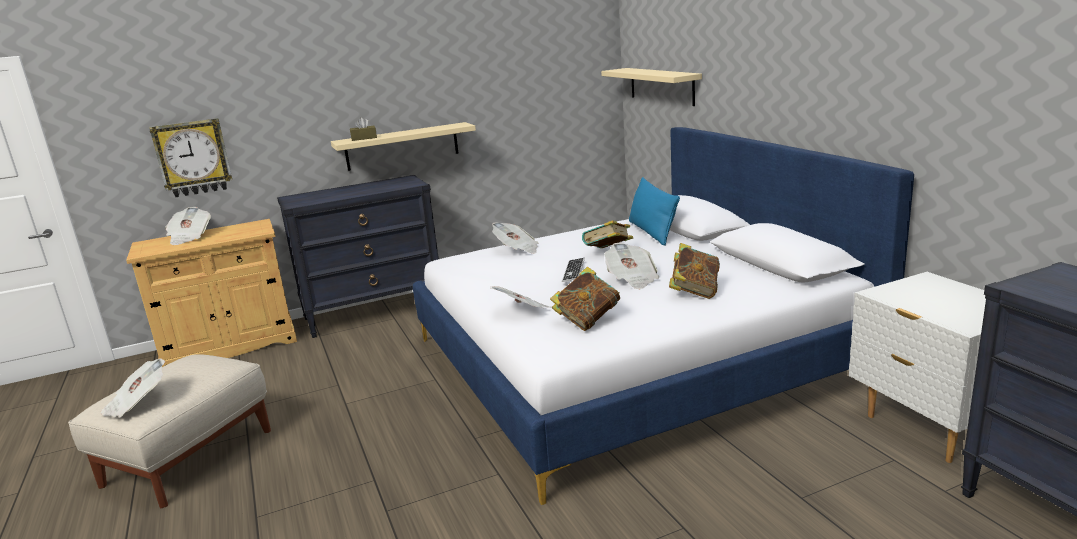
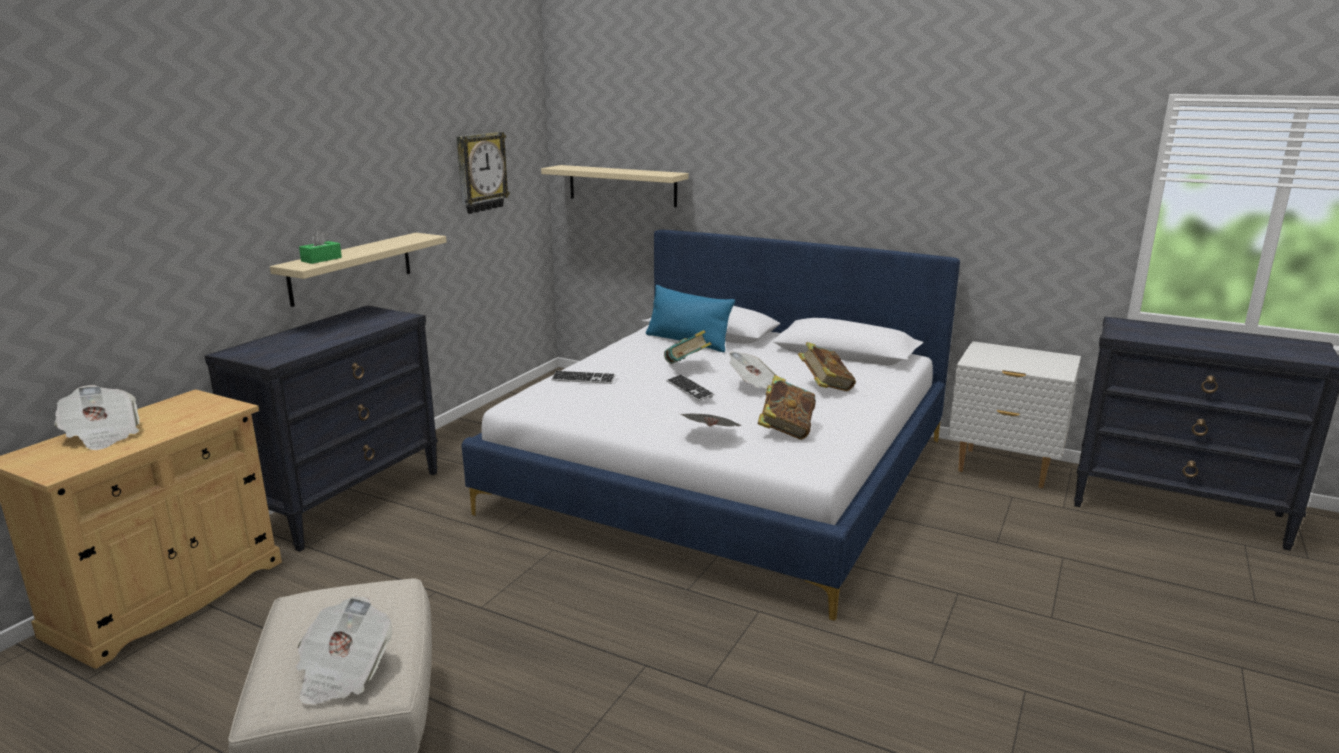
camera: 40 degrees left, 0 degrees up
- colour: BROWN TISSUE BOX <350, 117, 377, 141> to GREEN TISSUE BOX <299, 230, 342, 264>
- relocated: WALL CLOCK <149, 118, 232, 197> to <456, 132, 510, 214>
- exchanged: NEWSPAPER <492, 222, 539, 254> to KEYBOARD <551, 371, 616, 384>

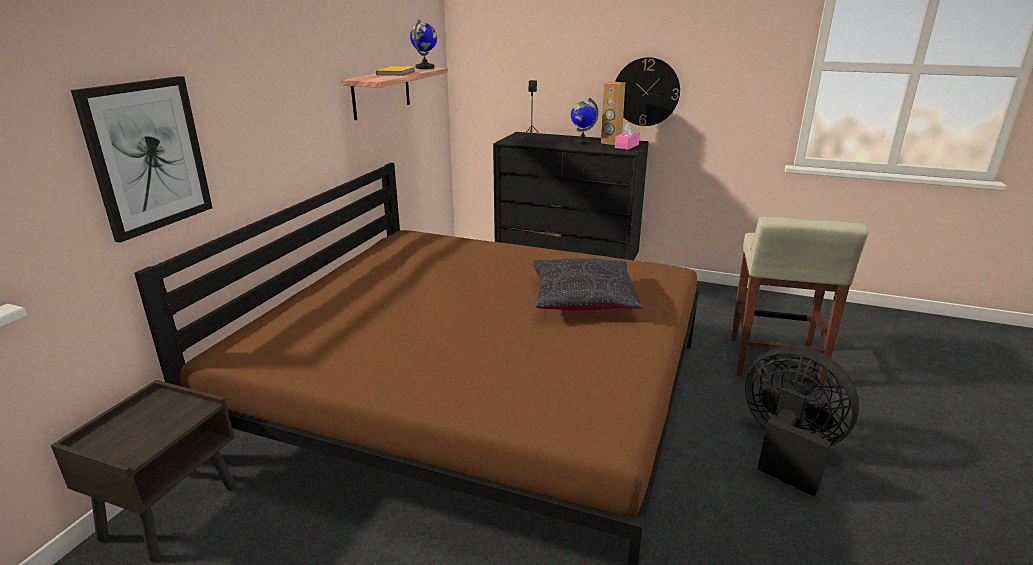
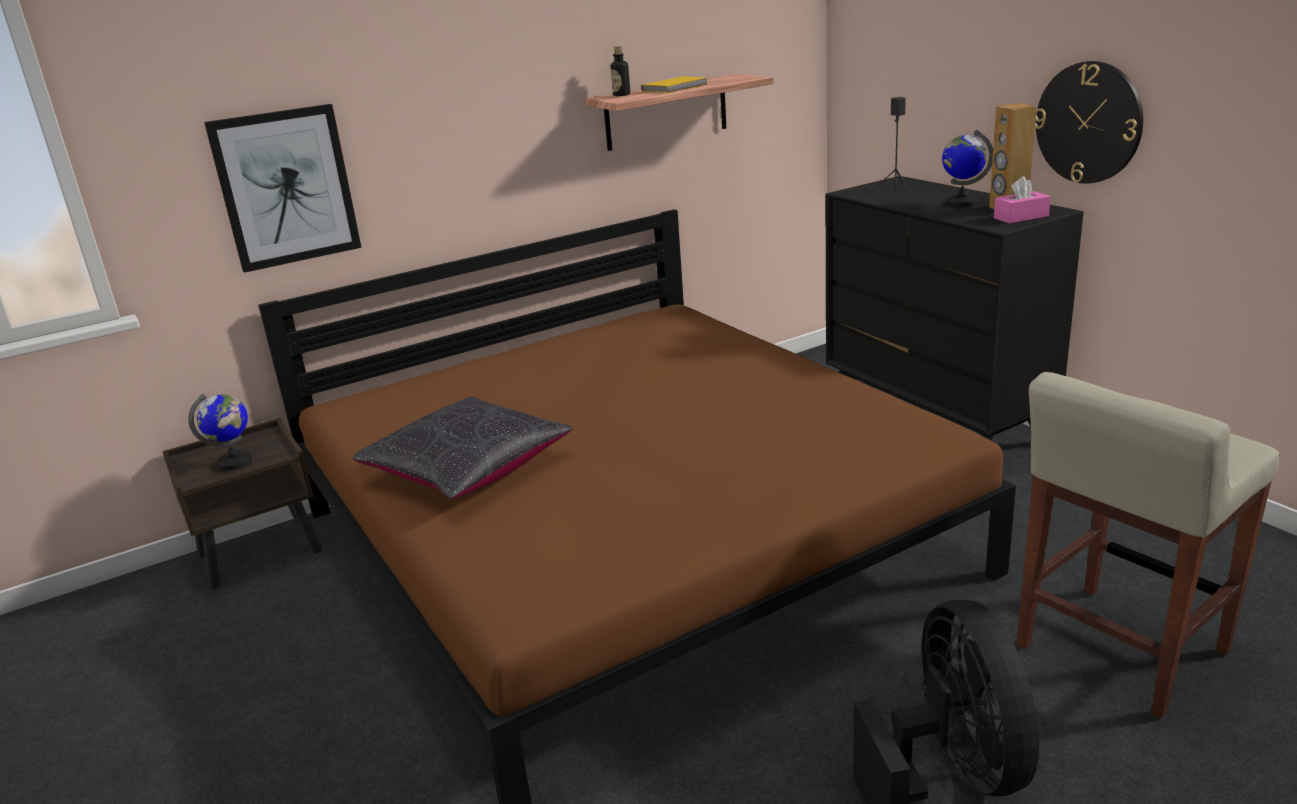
camera: 40 degrees right, 0 degrees up
- relocated: GLOBE <410, 19, 437, 69> to <188, 394, 252, 471>
- relocated: BLACK PILLOW <533, 258, 643, 311> to <352, 397, 573, 499>
- appeared: BOTTLE <611, 46, 630, 96>

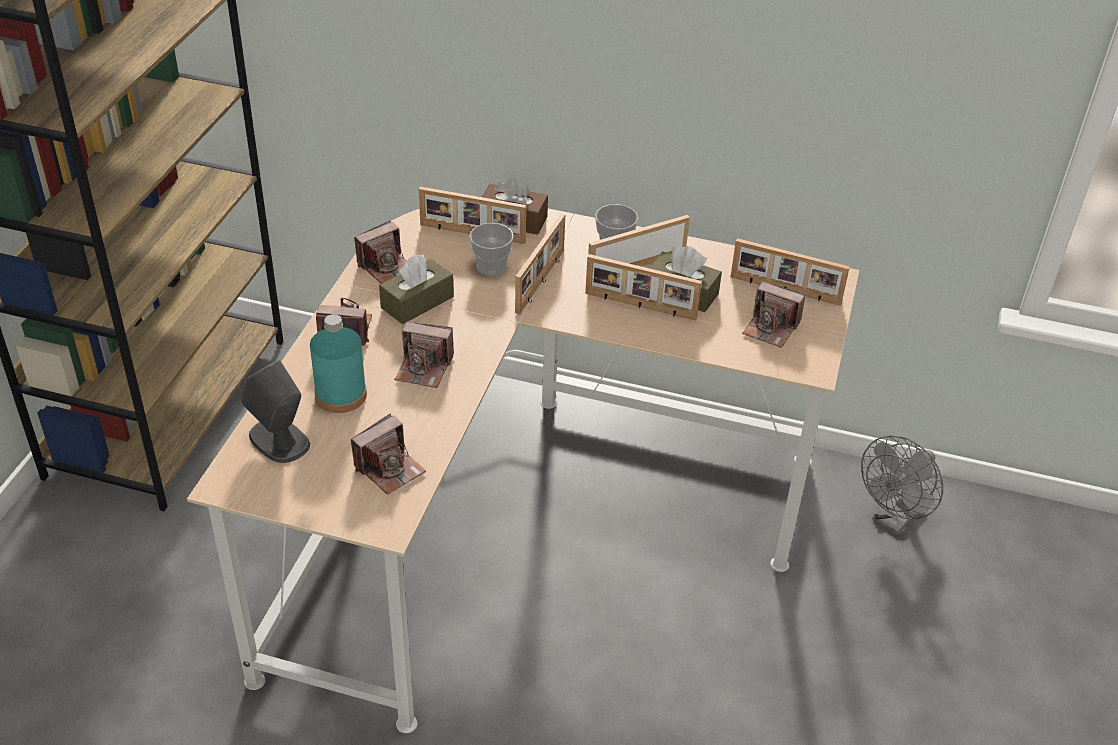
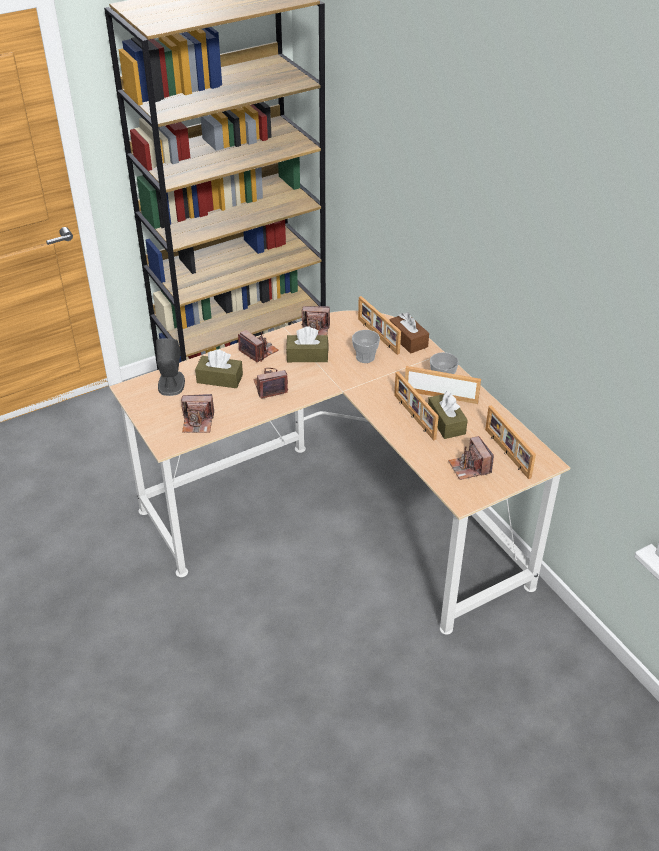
camera: 45 degrees right, 0 degrees up
- exchanged: TURQUOISE BOTTLE <310, 314, 367, 413> to BROWN TISSUE BOX <195, 349, 243, 388>
- spun: PHOTO CAMERA <394, 322, 454, 388> = <253, 368, 288, 399> 105 degrees clockwise
- missing: PICTURE FRAME <515, 213, 565, 315>
- missing: GREY FAN <861, 435, 943, 535>

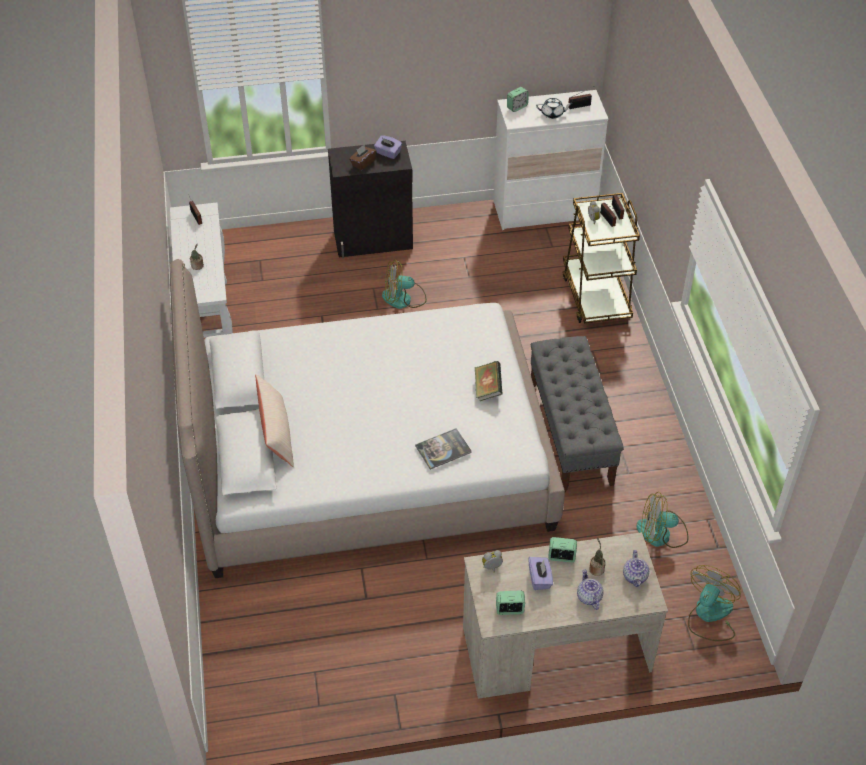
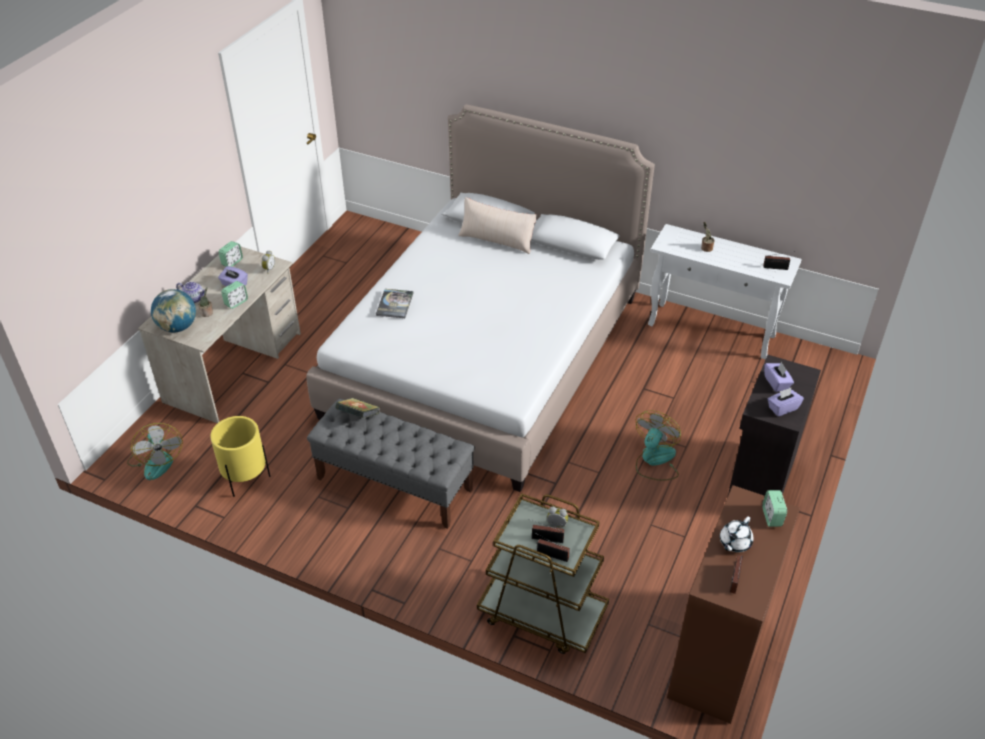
camera: 125 degrees right, 5 degrees down
- exchanged: TEAPOT <623, 550, 649, 587> to GLOBE <151, 289, 196, 333>
- exchanged: FAN <636, 492, 688, 548> to YELLOW PLANTER <210, 416, 270, 497>
- relocated: BOOK <475, 361, 503, 401> to <335, 398, 380, 418>
- colour: WHITE DRESSER <493, 90, 608, 230> to BROWN DRESSER <667, 485, 800, 724>
- colour: BROWN TISSUE BOX <349, 145, 376, 170> to PURPLE TISSUE BOX <764, 362, 794, 392>

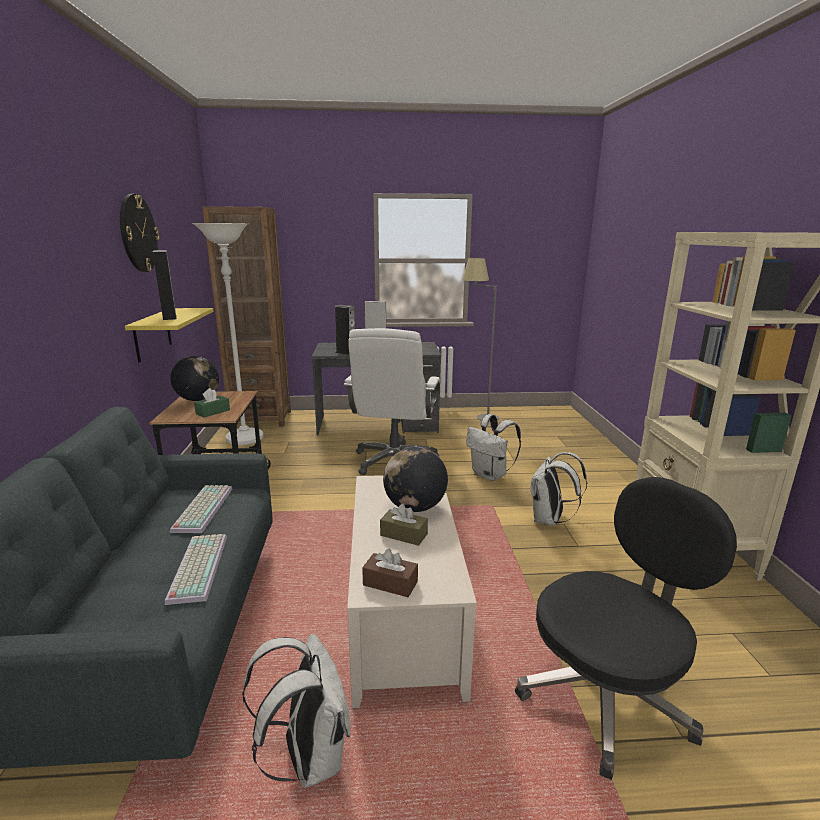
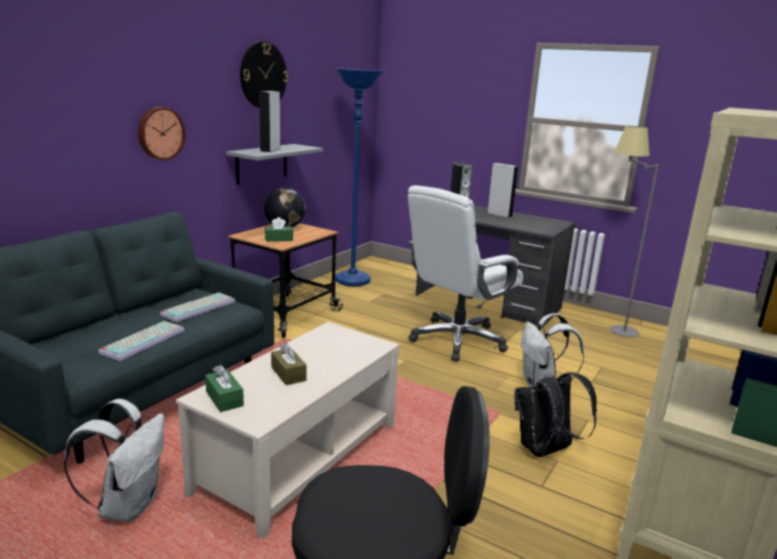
camera: 35 degrees right, 0 degrees up
- appeared: WALL CLOCK <138, 107, 185, 160>
- colour: BROWN TISSUE BOX <362, 549, 418, 597> to GREEN TISSUE BOX <205, 365, 244, 412>
- colour: YELLOW SHELF <125, 308, 214, 362> to GREY SHELF <226, 144, 323, 185>
- colour: WHITE FLOOR LAMP <192, 223, 263, 445> to BLUE FLOOR LAMP <334, 68, 385, 287>
- colour: WHITE BACKPACK <530, 452, 587, 526> to BLACK BACKPACK <514, 372, 597, 457>
- missing: BROWN BOOKCASE <203, 206, 291, 427>
- missing: GLOBE <383, 447, 448, 512>

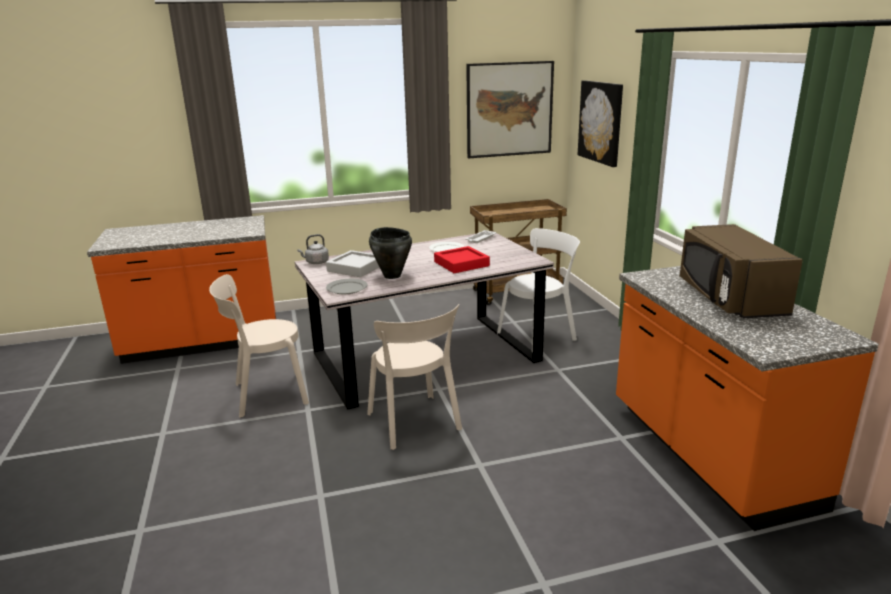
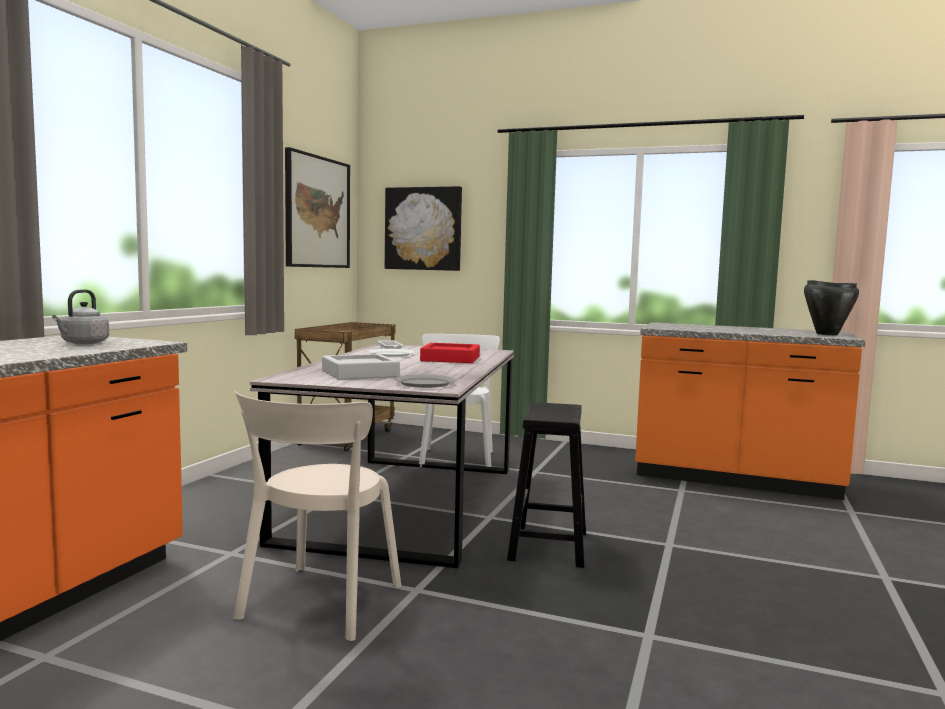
camera: 55 degrees left, 15 degrees down
- relocated: GREY KETTLE <297, 234, 329, 264> to <52, 289, 109, 344>
- exchanged: BEIGE CHAIR <367, 304, 462, 450> to BLACK STOOL <507, 402, 586, 568>
- relocated: BLACK COOKING POT <369, 227, 412, 279> to <804, 280, 859, 335>
- missing: BROWN MICROWAVE <680, 224, 803, 318>

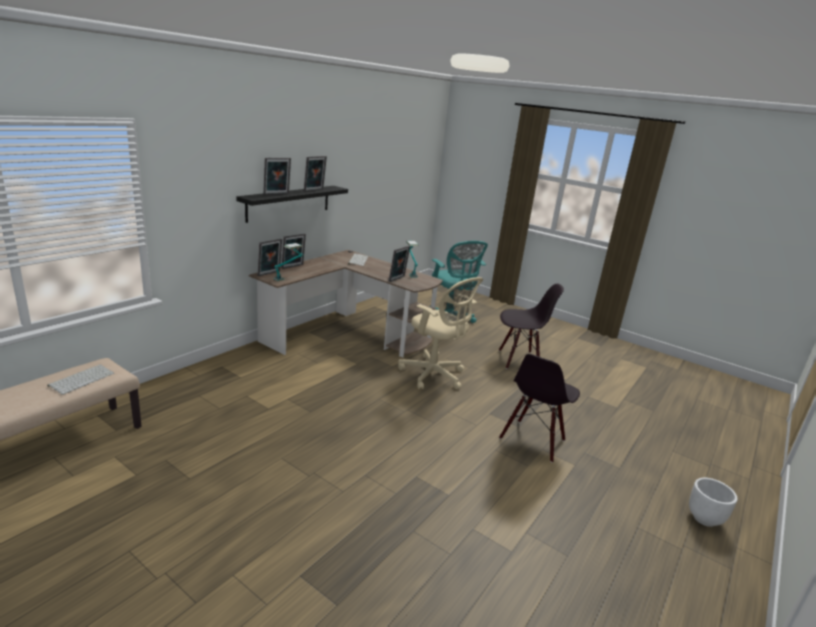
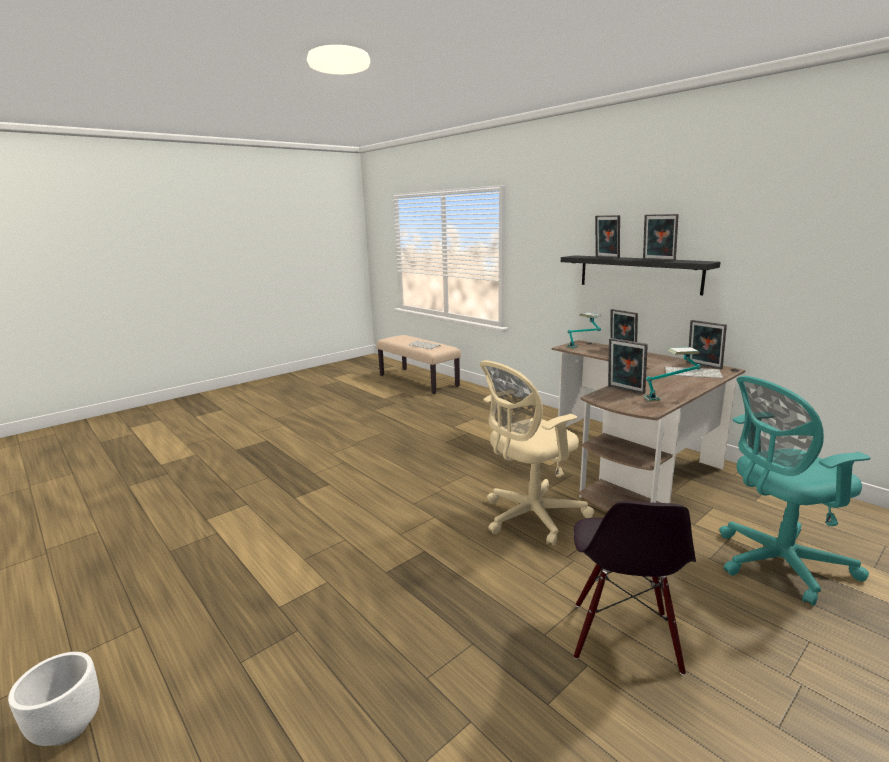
camera: 105 degrees right, 5 degrees down
- relocated: PICTURE FRAME <258, 239, 282, 276> to <688, 320, 727, 369>
- missing: BLACK CHAIR <499, 354, 580, 463>

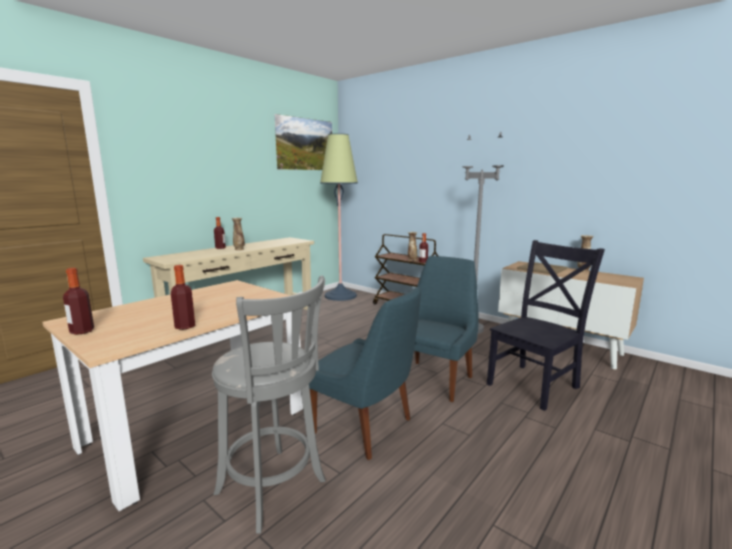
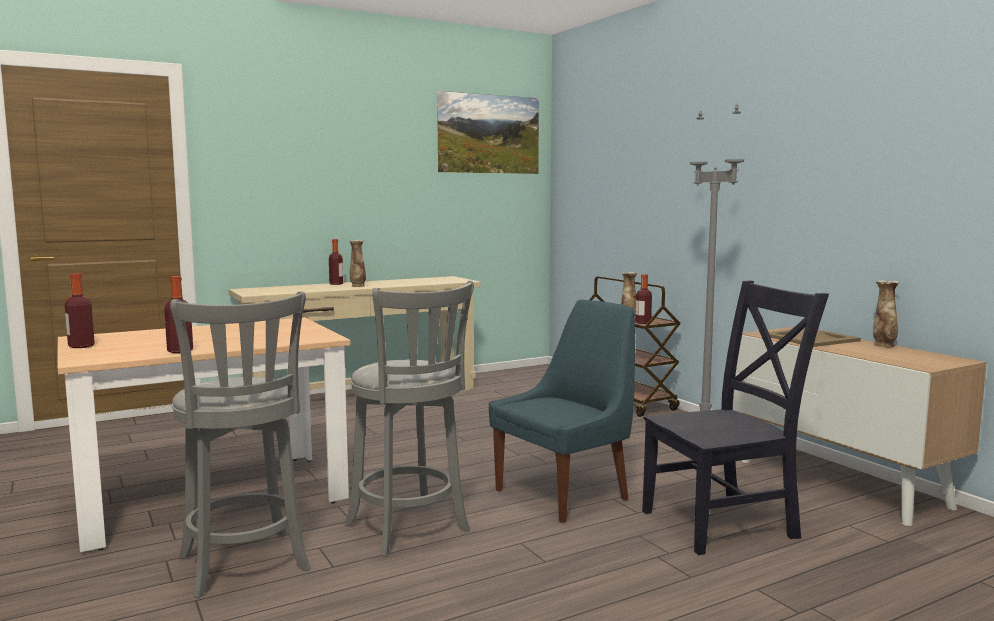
camera: 20 degrees right, 5 degrees down
- exchanged: BLUE CHAIR <309, 287, 421, 460> to GREY STOOL <345, 280, 474, 556>
- missing: FLOOR LAMP <320, 133, 358, 301>

